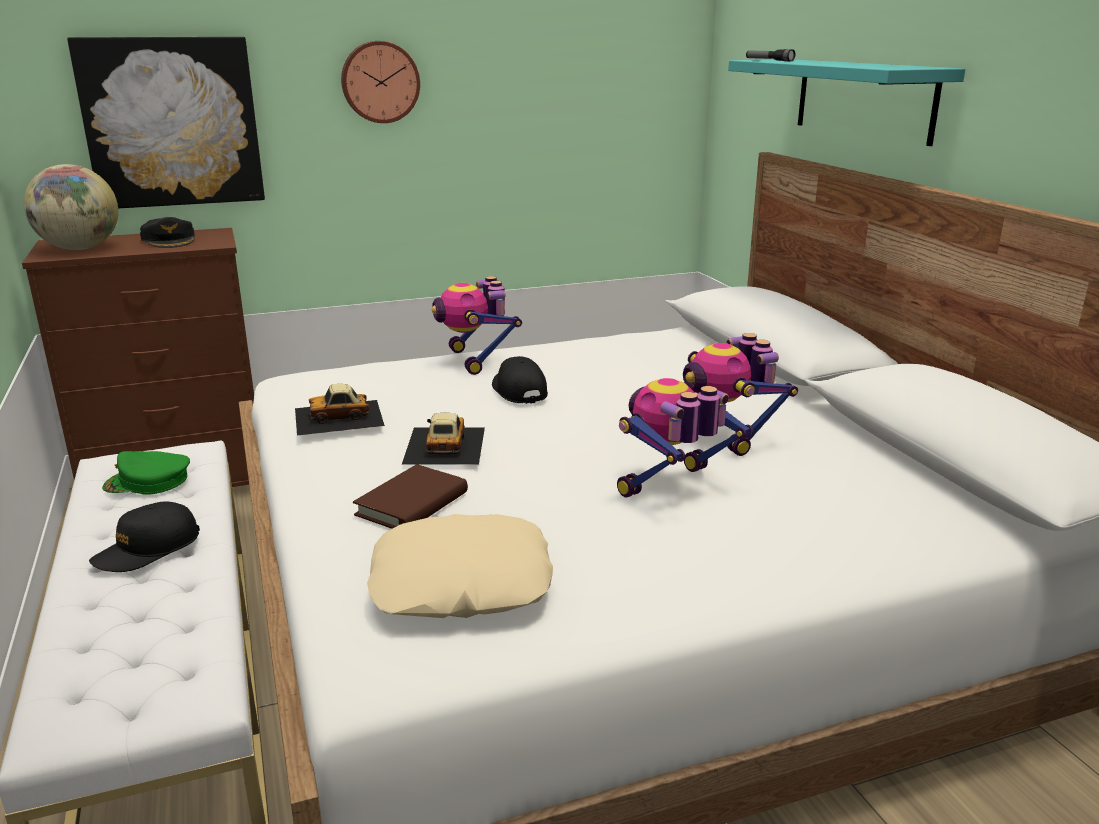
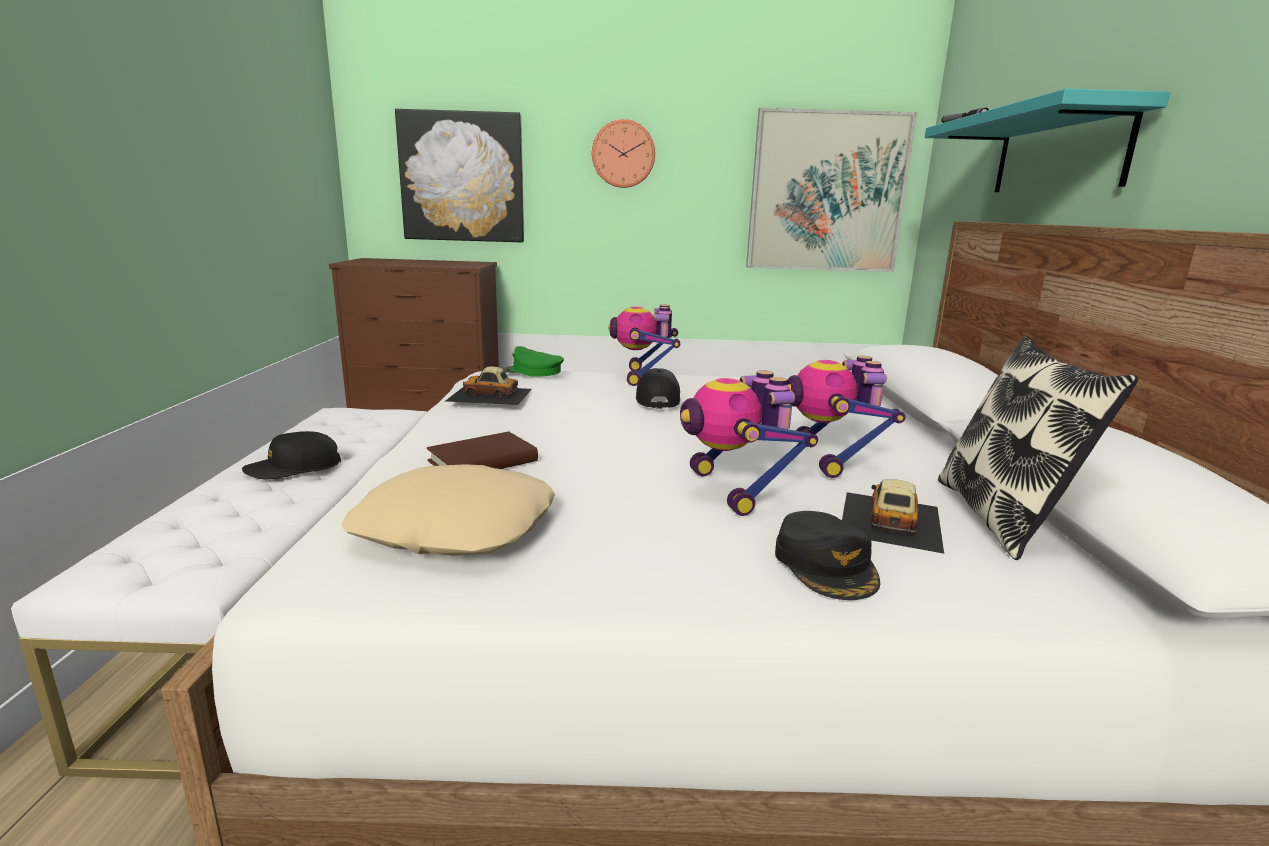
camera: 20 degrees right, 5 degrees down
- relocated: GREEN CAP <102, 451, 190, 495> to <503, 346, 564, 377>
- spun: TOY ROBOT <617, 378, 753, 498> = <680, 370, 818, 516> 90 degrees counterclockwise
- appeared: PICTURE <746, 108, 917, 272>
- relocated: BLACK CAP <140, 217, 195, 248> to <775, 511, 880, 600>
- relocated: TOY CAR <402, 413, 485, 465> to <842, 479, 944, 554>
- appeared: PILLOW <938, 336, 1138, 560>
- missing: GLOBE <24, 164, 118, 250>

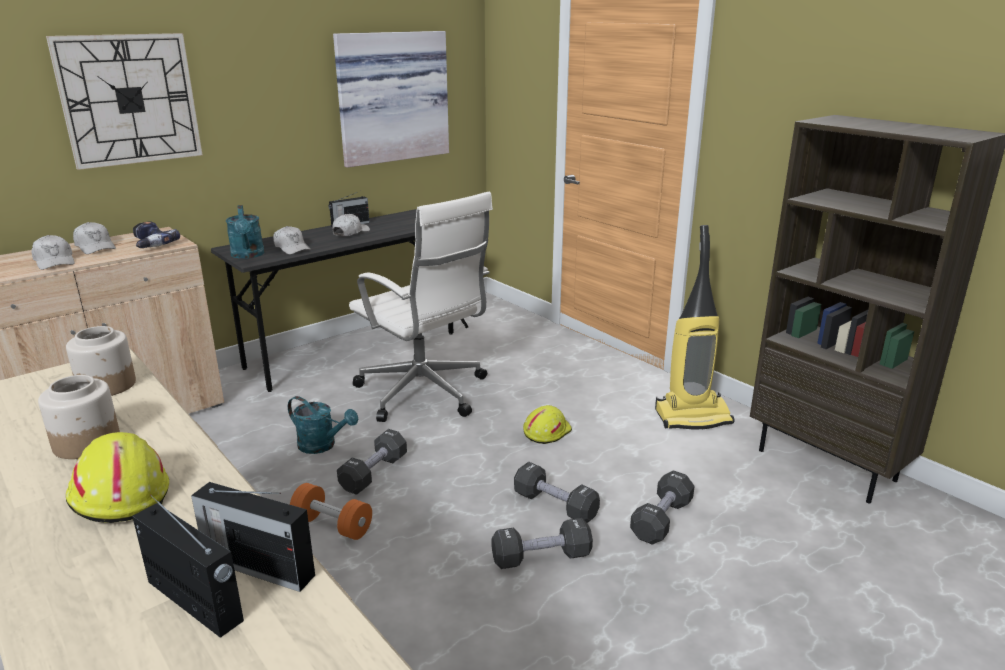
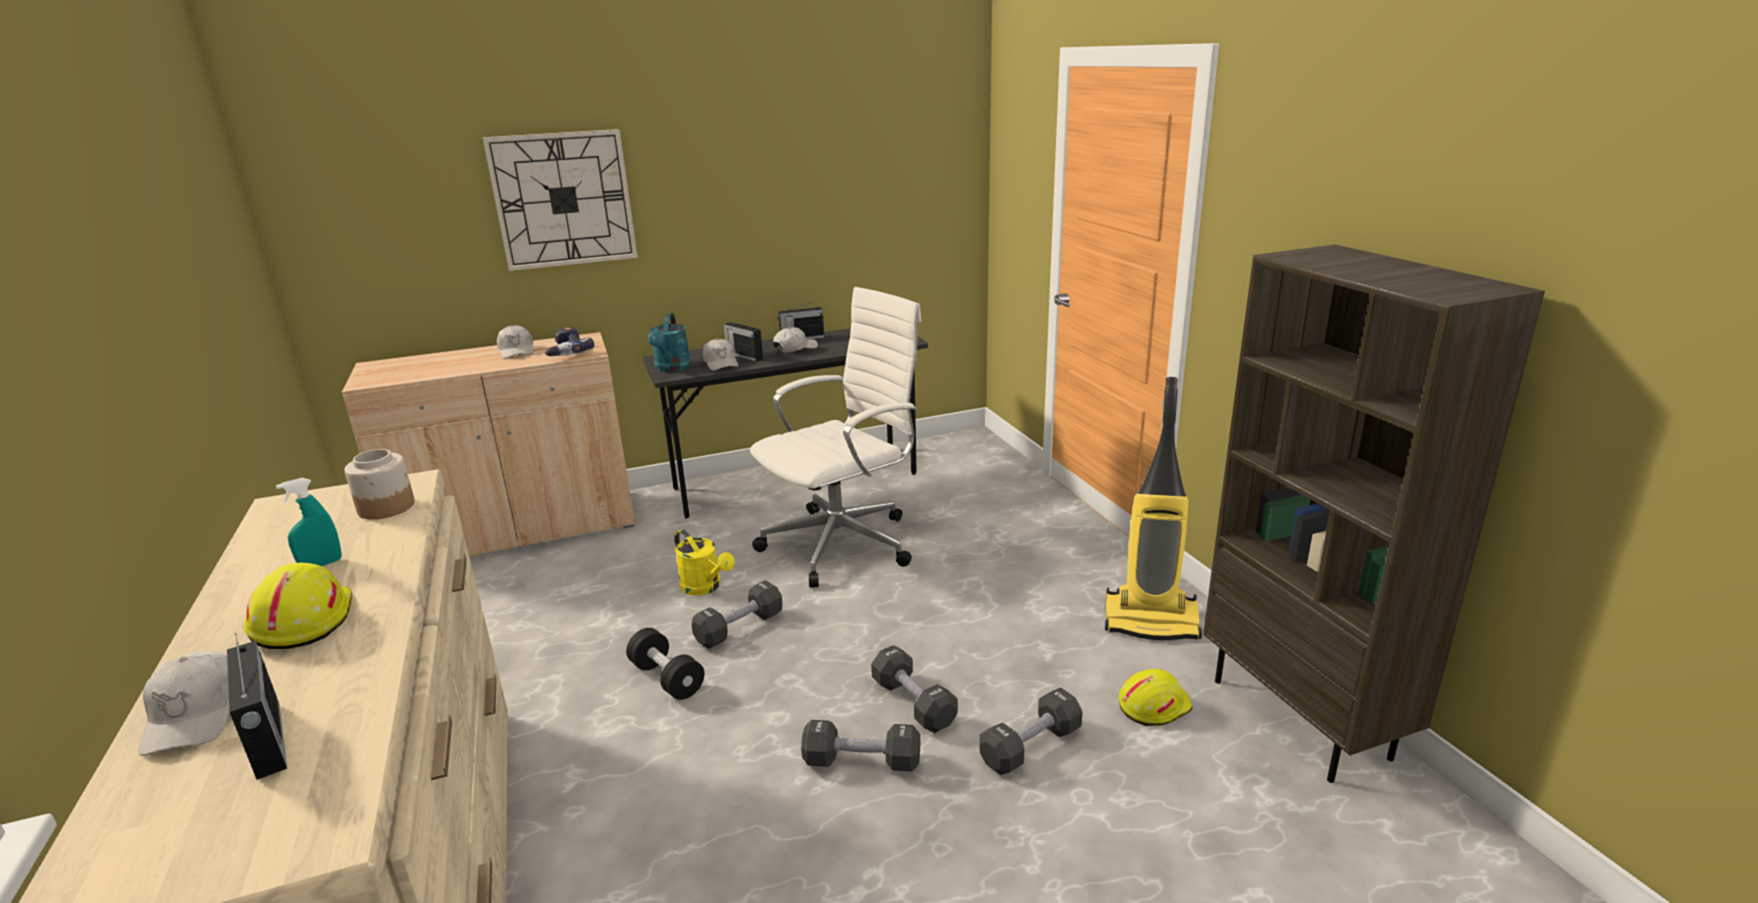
camera: 20 degrees right, 0 degrees up
- relocated: WHITE CAP <32, 235, 74, 270> to <138, 651, 229, 756>
- exchanged: JAR <38, 375, 120, 459> to TURQUOISE SPRAY BOTTLE <276, 478, 341, 566>
- colour: ORANGE DUMBBELL <290, 483, 372, 540> to BLACK DUMBBELL <626, 628, 704, 700>
- colour: TURQUOISE WATERING CAN <288, 396, 359, 454> to YELLOW WATERING CAN <674, 529, 735, 595>
- relocated: RADIO <191, 482, 315, 592> to <723, 320, 763, 362>
- spun: WHITE OFFICE CHAIR <349, 192, 493, 422> = <750, 287, 922, 588> 105 degrees counterclockwise
- relocated: YELLOW HARD HAT <523, 405, 572, 444> to <1119, 669, 1192, 726>
- missing: PICTURE <333, 31, 449, 168>

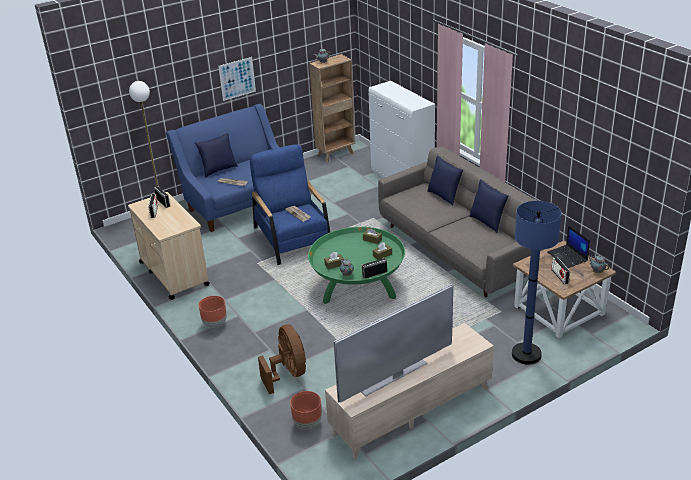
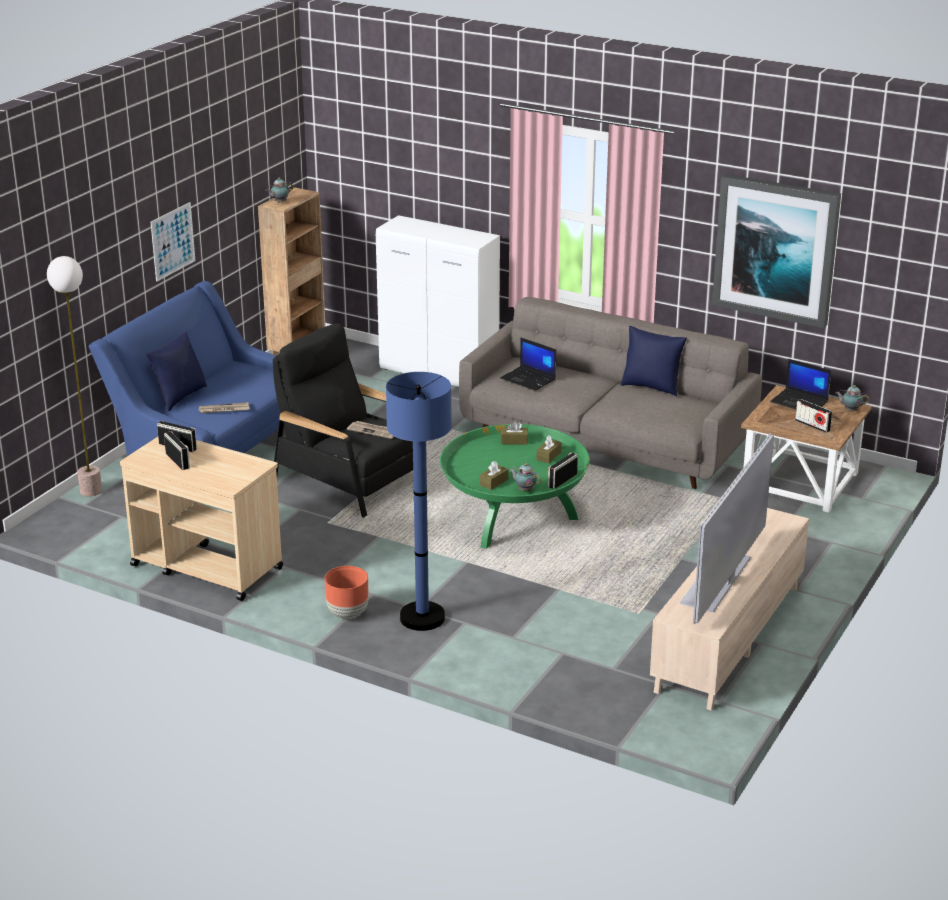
camera: 30 degrees left, 5 degrees down
- colour: BLUE ARMCHAIR <250, 144, 330, 265> to BLACK ARMCHAIR <273, 324, 413, 518>
- relocated: BLUE FLOOR LAMP <512, 201, 561, 365> to <386, 372, 452, 631>
- appeared: LAPTOP <500, 338, 556, 391>
- appeared: PICTURE <712, 174, 841, 328>
- missing: BROWN FAN <258, 324, 306, 394>
- missing: BROWN PLANTER <290, 391, 322, 429>
- missing: BLUE PILLOW <428, 156, 463, 206>

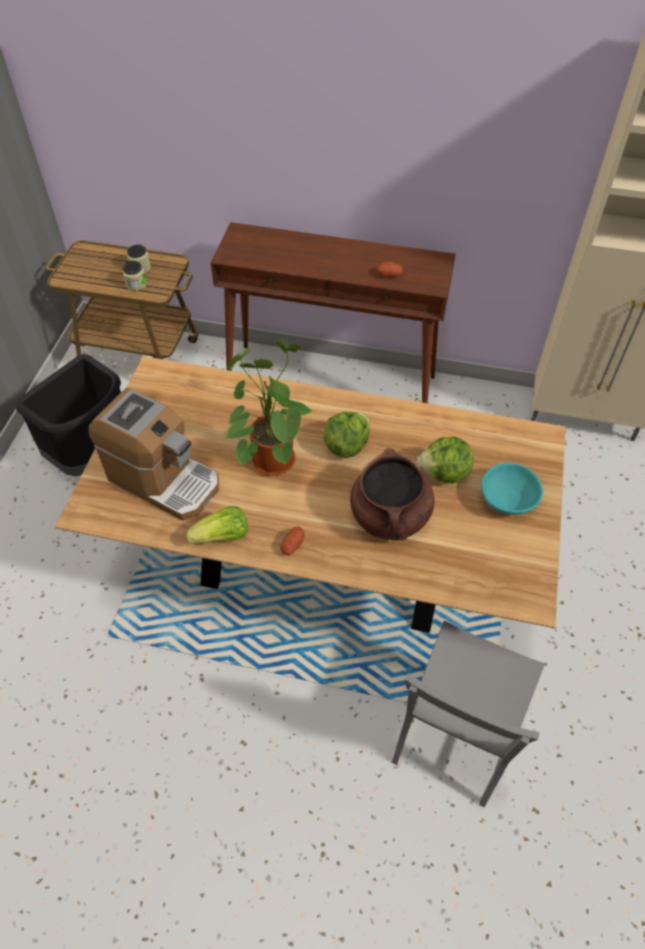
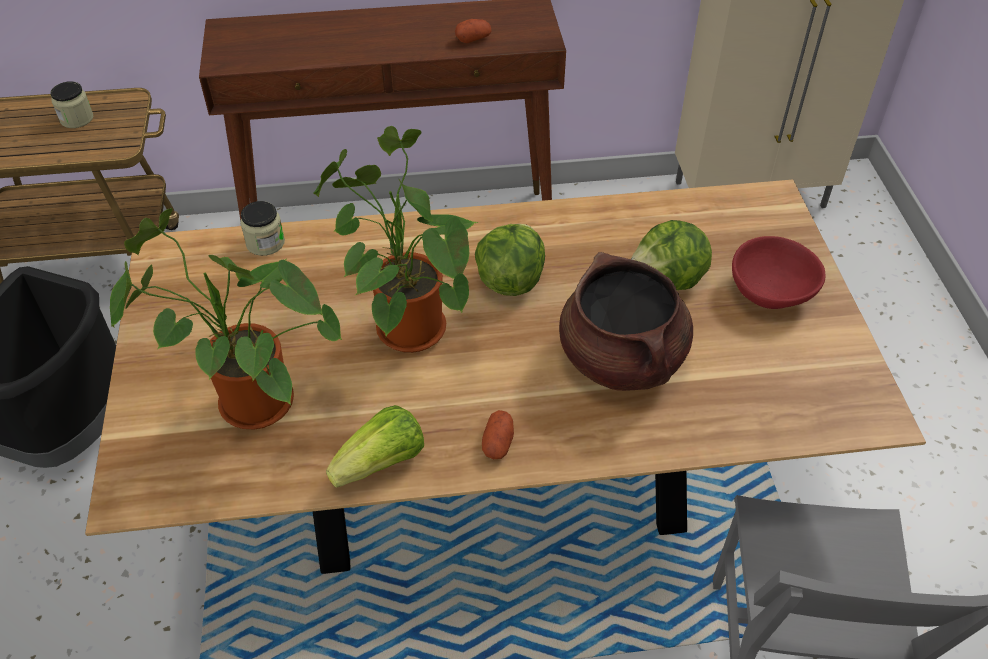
camera: 20 degrees left, 5 degrees down
- exchanged: COFFEE MACHINE <89, 388, 219, 521> to POTTED PLANT <110, 208, 342, 429>
- relocated: JAR <122, 261, 147, 291> to <240, 201, 285, 256>
- colour: TURQUOISE BOWL <481, 463, 543, 515> to RED BOWL <732, 236, 825, 309>

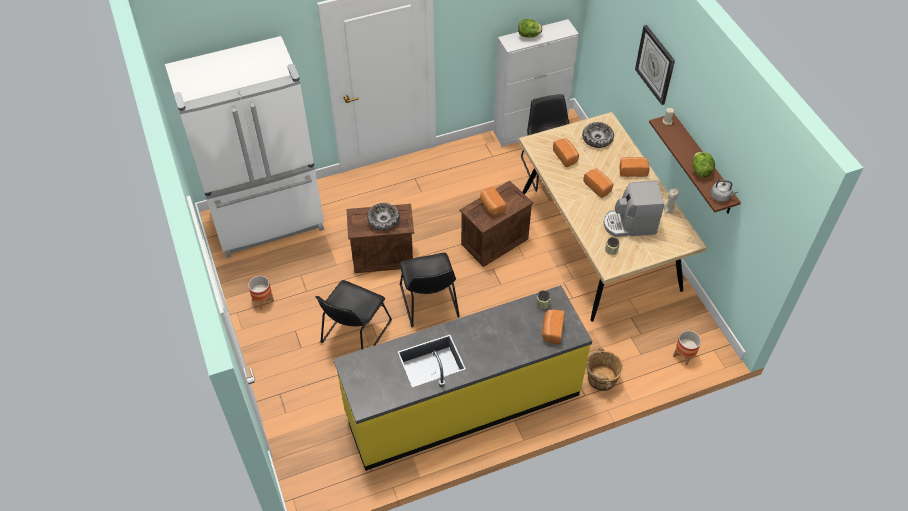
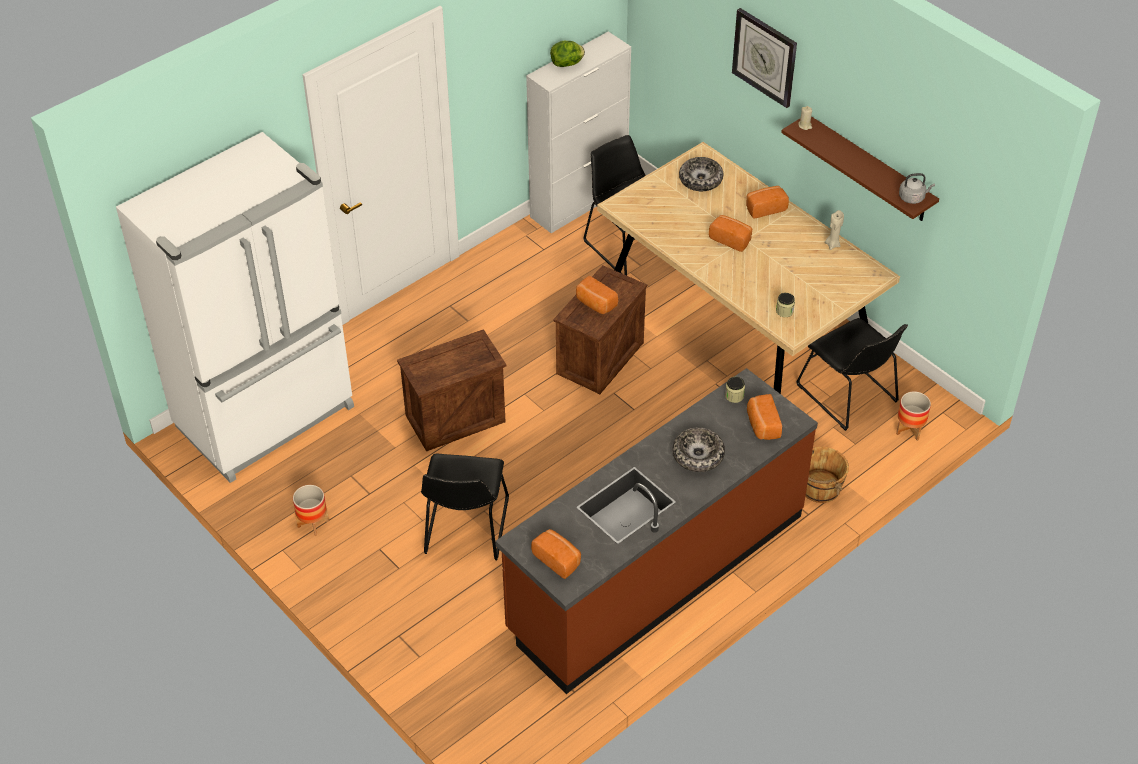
camera: 20 degrees left, 5 degrees down
- colour: YELLOW COUNTER <333, 285, 592, 471> to BROWN COUNTER <495, 368, 818, 694>
- relocated: BREAD <553, 138, 579, 167> to <531, 529, 581, 579>
- relocated: BOWL <367, 203, 400, 231> to <672, 428, 725, 472>
- relocated: BLACK CHAIR <399, 253, 460, 327> to <796, 318, 908, 431>
- missing: COFFEE MACHINE <604, 181, 664, 237>
- missing: LETTUCE <693, 152, 715, 178>

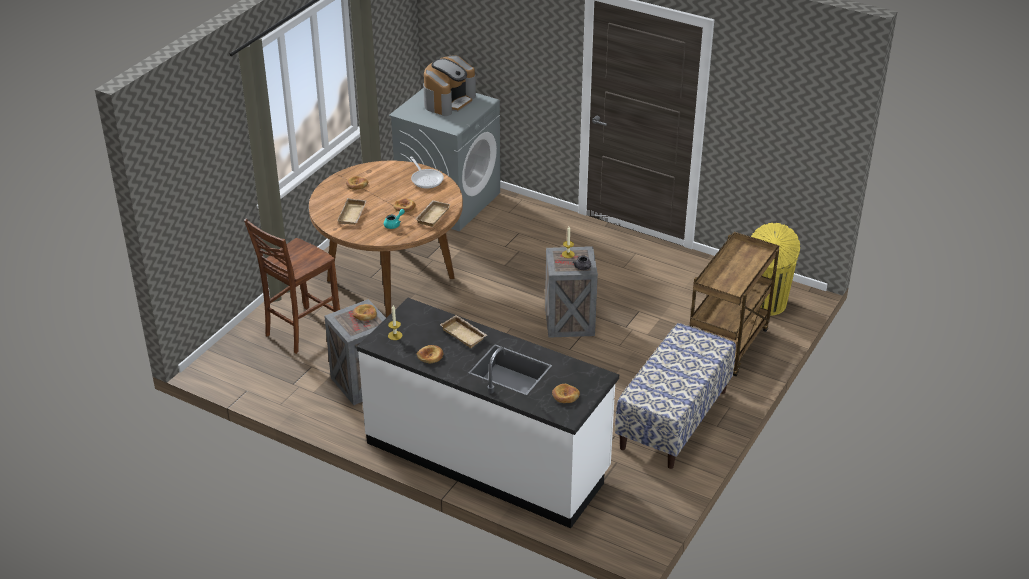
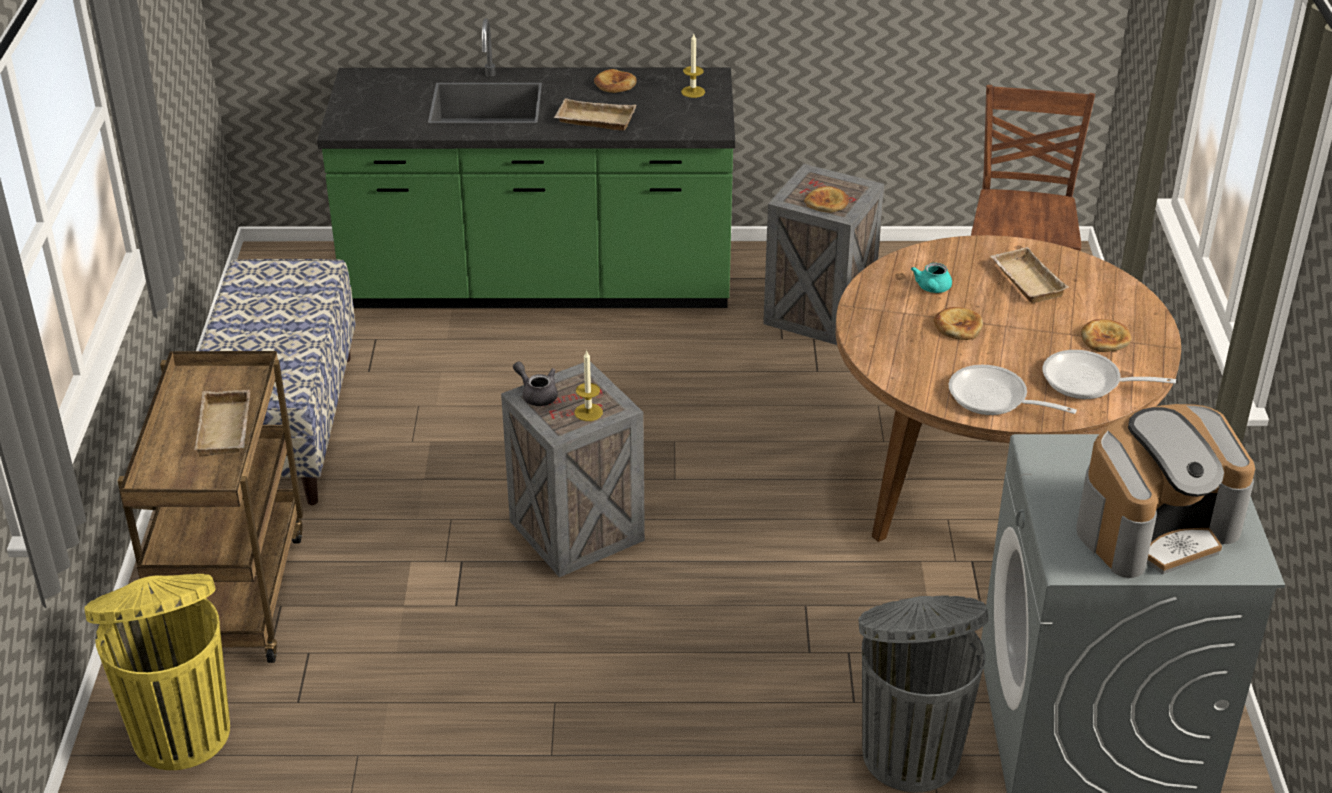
camera: 150 degrees right, 0 degrees up
- relocated: BEIGE TRAY <416, 200, 451, 227> to <194, 390, 250, 457>
- colour: WHITE COUNTER <357, 298, 619, 528> to GREEN COUNTER <317, 18, 735, 308>
- appeared: GREY TRASH CAN <858, 596, 989, 792>
- appeared: FRYING PAN <1042, 350, 1176, 399>
- spun: COFFEE MACHINE <423, 56, 476, 116> = <1076, 404, 1255, 578> 120 degrees counterclockwise
- missing: BREAD <552, 384, 580, 403>

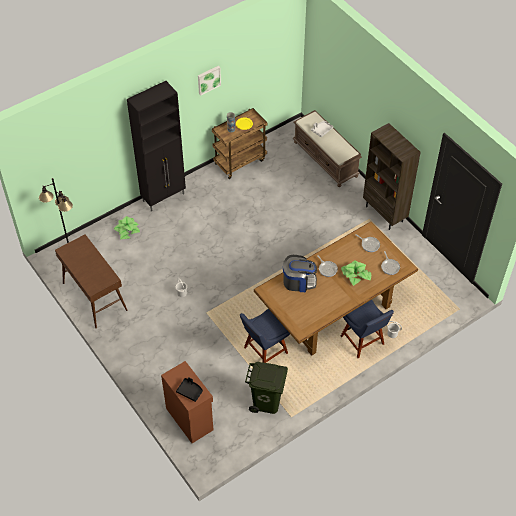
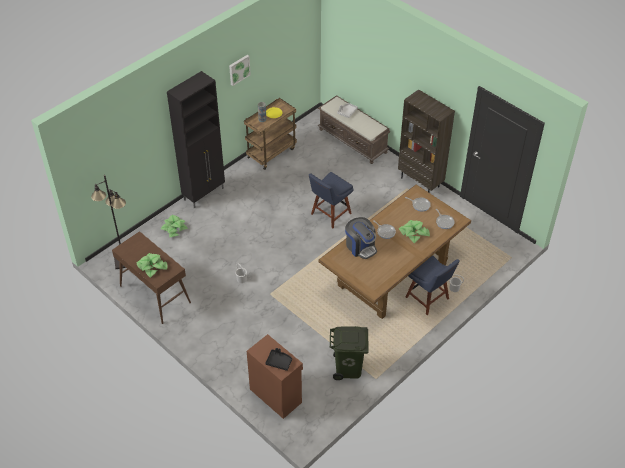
camera: 10 degrees left, 5 degrees down
- appeared: POTTED PLANT <137, 253, 167, 278>
- relocated: BLUE CHAIR <240, 309, 290, 363> to <309, 172, 354, 228>
- spun: COFFEE MACHINE <283, 255, 317, 292> = <345, 217, 377, 259> 60 degrees clockwise

